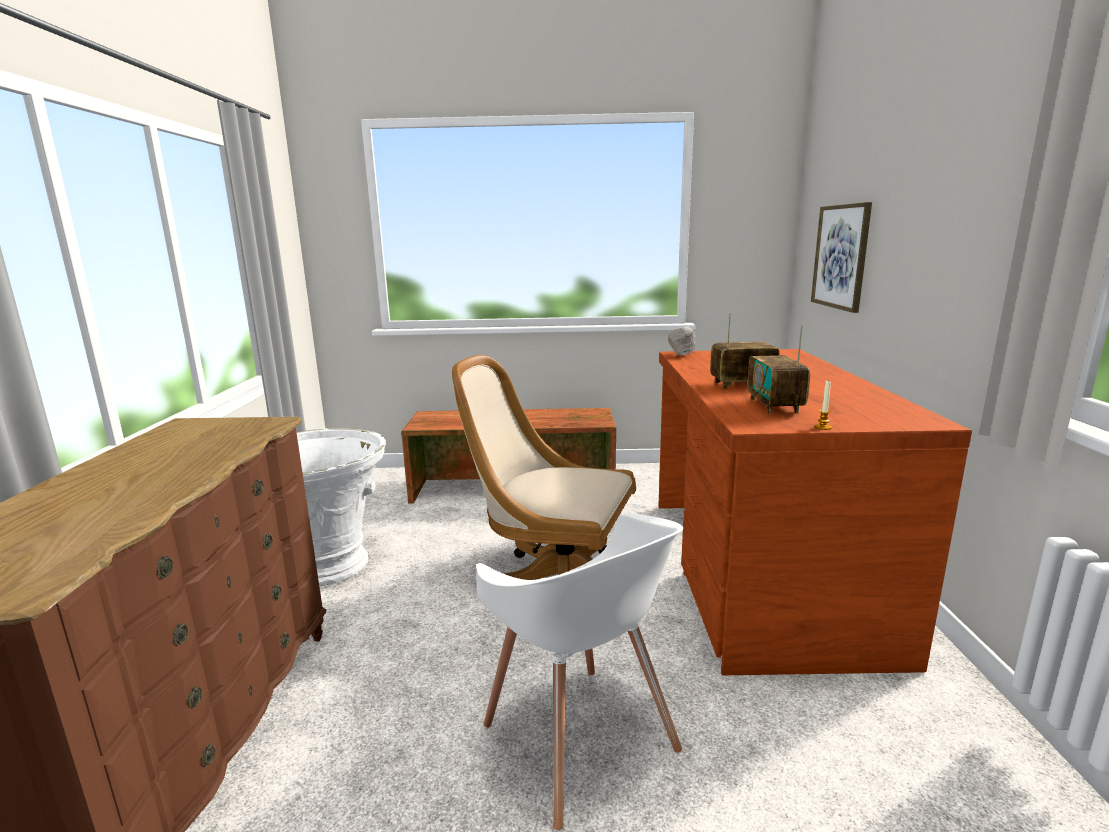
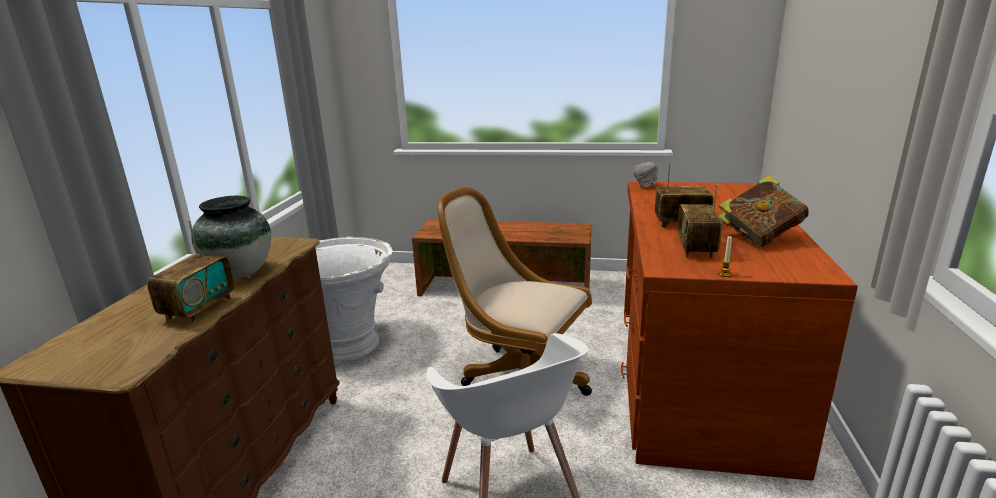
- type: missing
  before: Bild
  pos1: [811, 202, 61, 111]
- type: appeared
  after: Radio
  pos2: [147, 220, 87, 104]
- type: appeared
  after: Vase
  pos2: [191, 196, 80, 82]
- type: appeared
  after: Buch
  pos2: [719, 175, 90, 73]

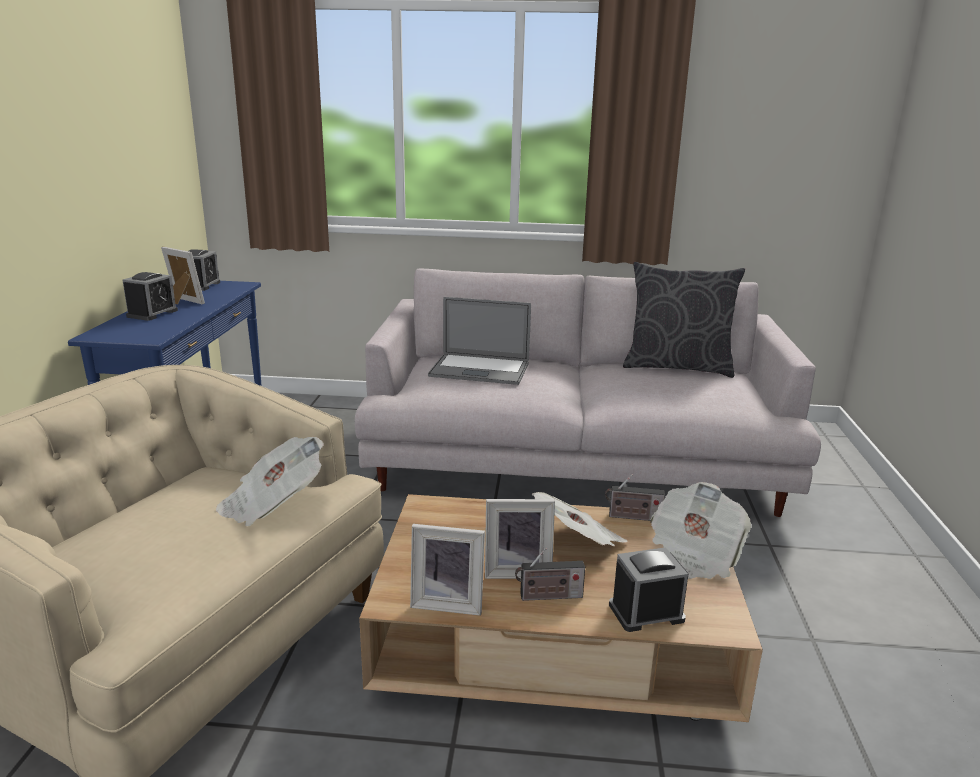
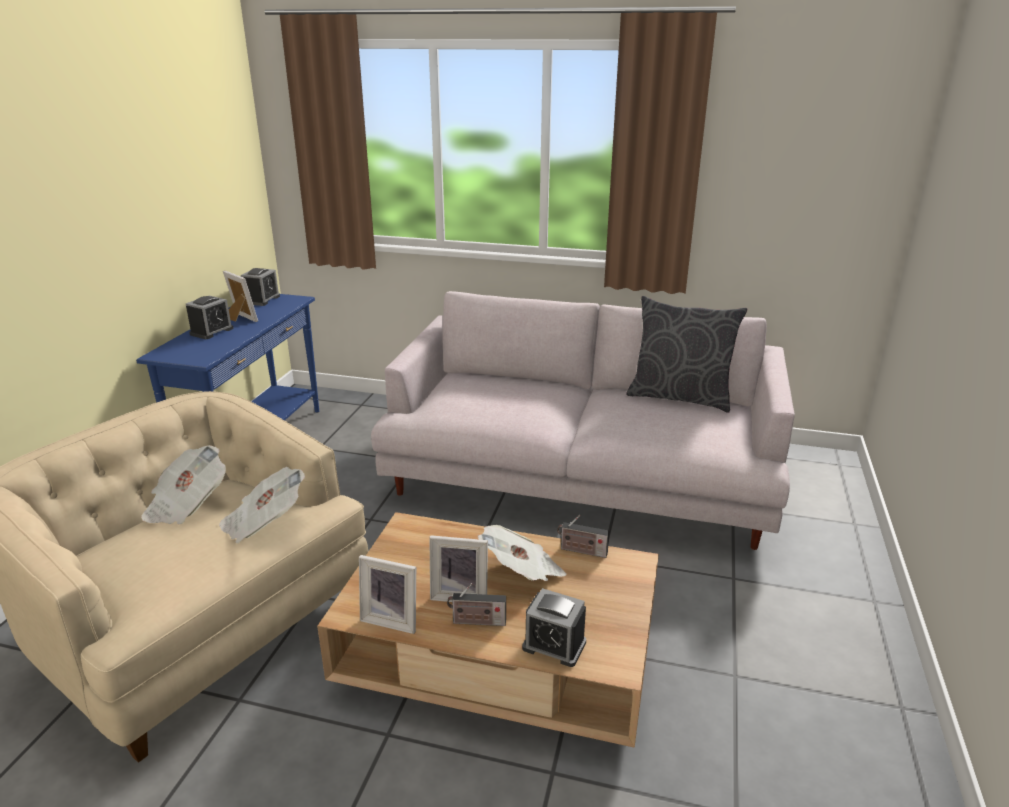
- type: missing
  before: Laptop
  pos1: [428, 297, 103, 88]
- type: spun
  before: Wecker
  pos1: [609, 547, 80, 85]
  pos2: [522, 588, 64, 79]
  turn: -150
- type: relocated
  before: Zeitung
  pos1: [650, 482, 101, 97]
  pos2: [141, 445, 85, 80]

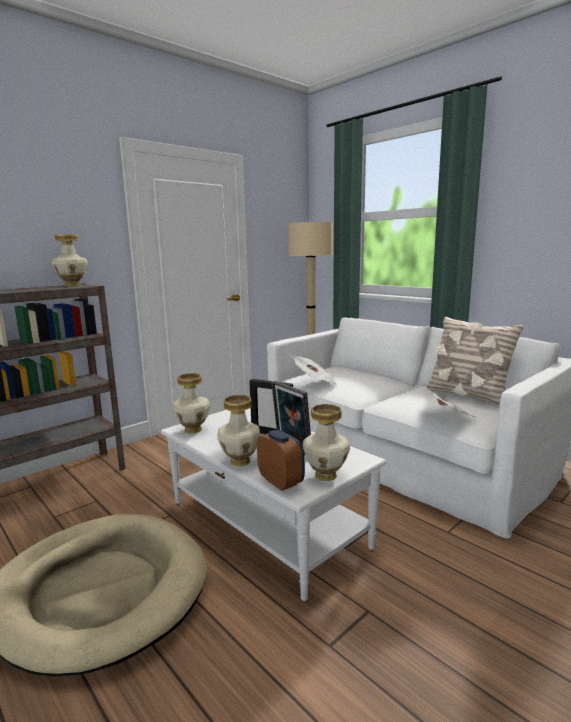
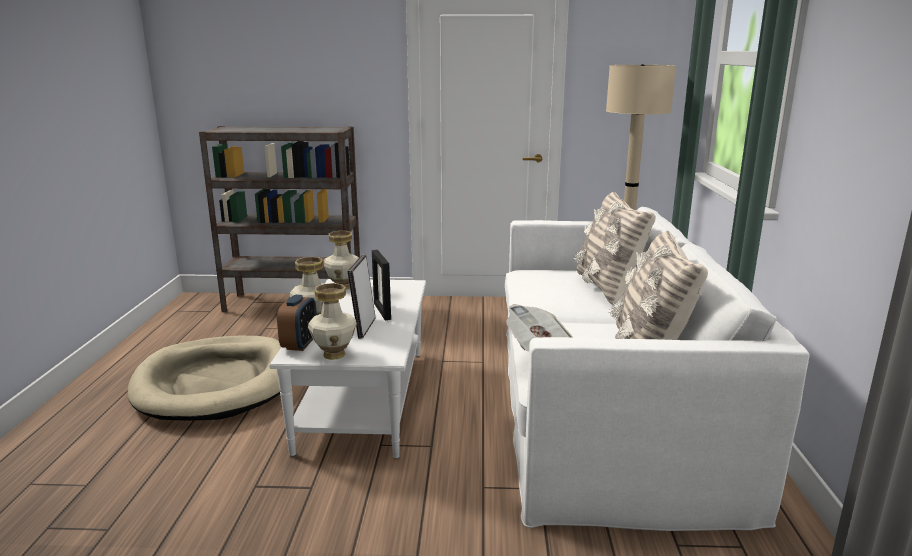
- type: missing
  before: Vase
  pos1: [52, 235, 36, 51]
- type: missing
  before: Zeitung
  pos1: [291, 355, 46, 30]
- type: appeared
  after: Kissen [beige]
  pos2: [574, 192, 82, 113]

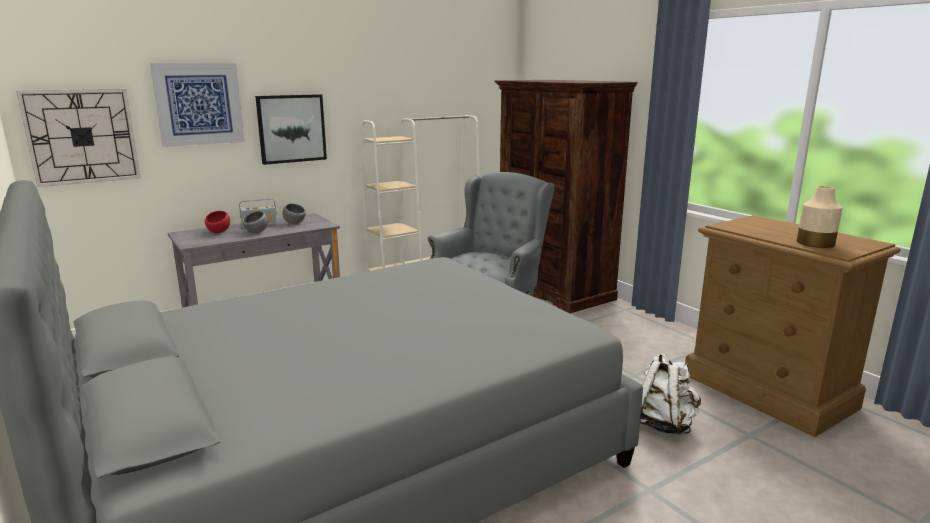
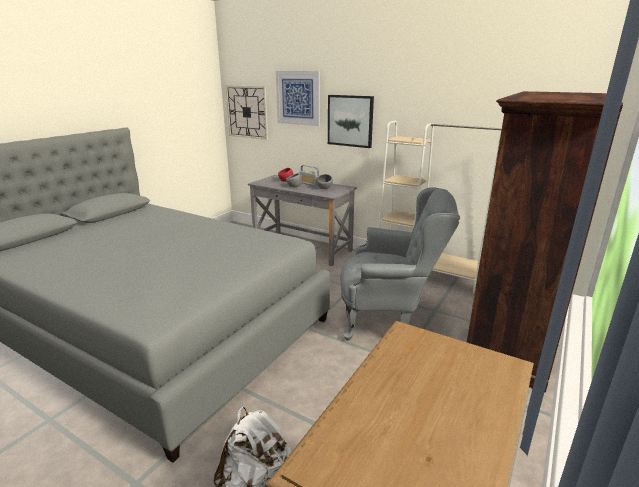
- type: missing
  before: Vase [beige]
  pos1: [797, 186, 46, 62]

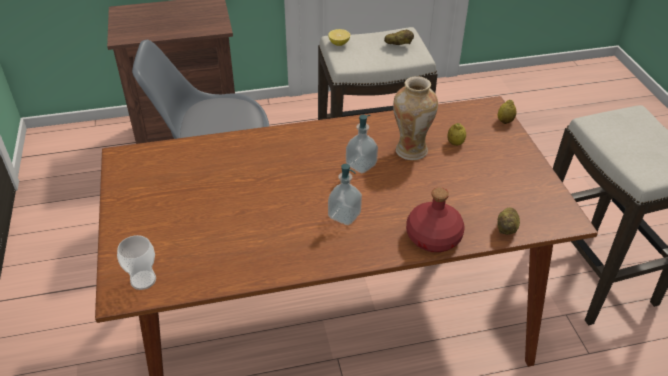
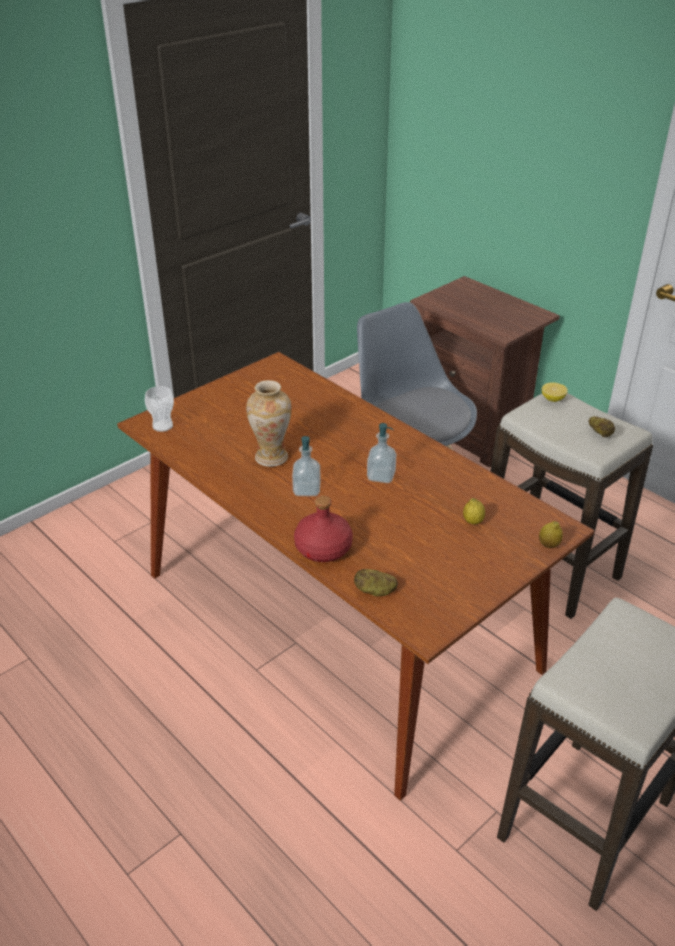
- type: relocated
  before: Vase
  pos1: [393, 76, 45, 84]
  pos2: [246, 380, 46, 87]

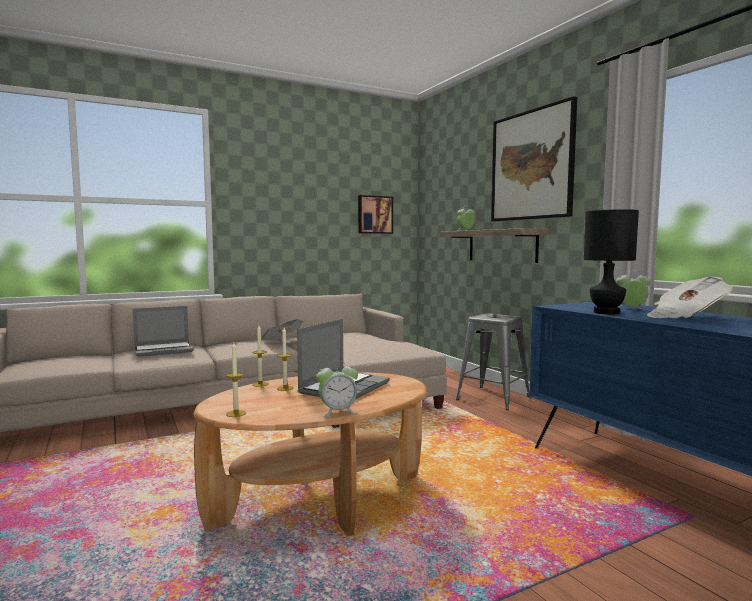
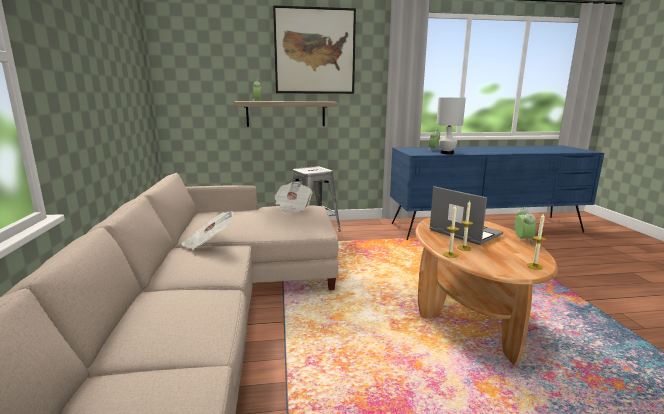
- type: missing
  before: Laptop
  pos1: [133, 306, 61, 51]
- type: missing
  before: Bild
  pos1: [358, 195, 35, 39]
- type: colour
  before: Tischlampe [schwarz]
  after: Tischlampe [weiß]
  pos1: [584, 209, 55, 105]
  pos2: [437, 98, 29, 56]
- type: relocated
  before: Zeitung
  pos1: [647, 276, 86, 42]
  pos2: [274, 182, 39, 32]

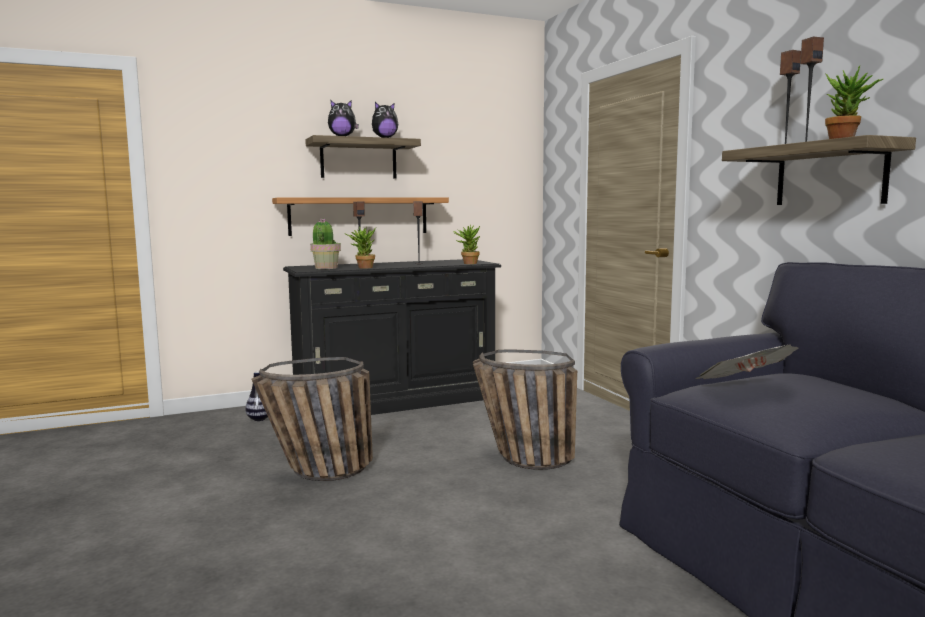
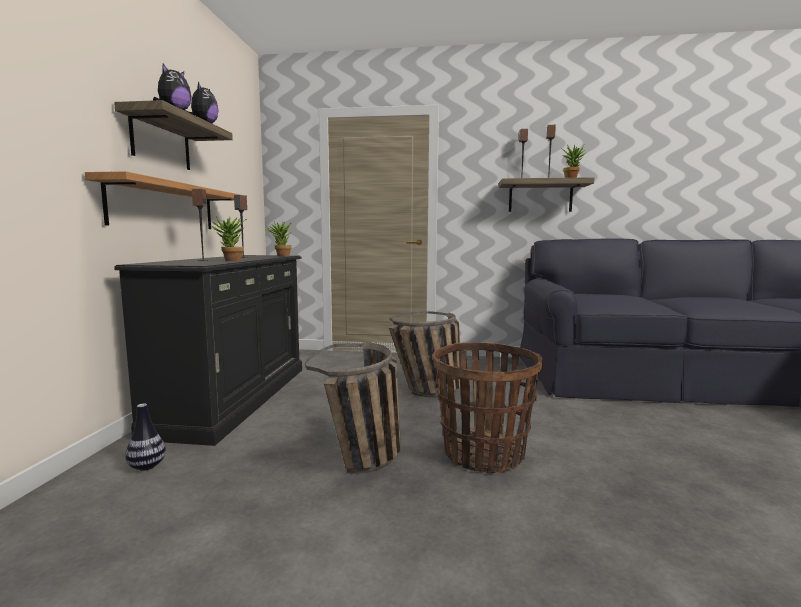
- type: missing
  before: Topfpflanze
  pos1: [310, 219, 31, 50]
- type: missing
  before: Zeitung
  pos1: [695, 344, 104, 35]
- type: appeared
  after: Korb
  pos2: [433, 342, 110, 131]

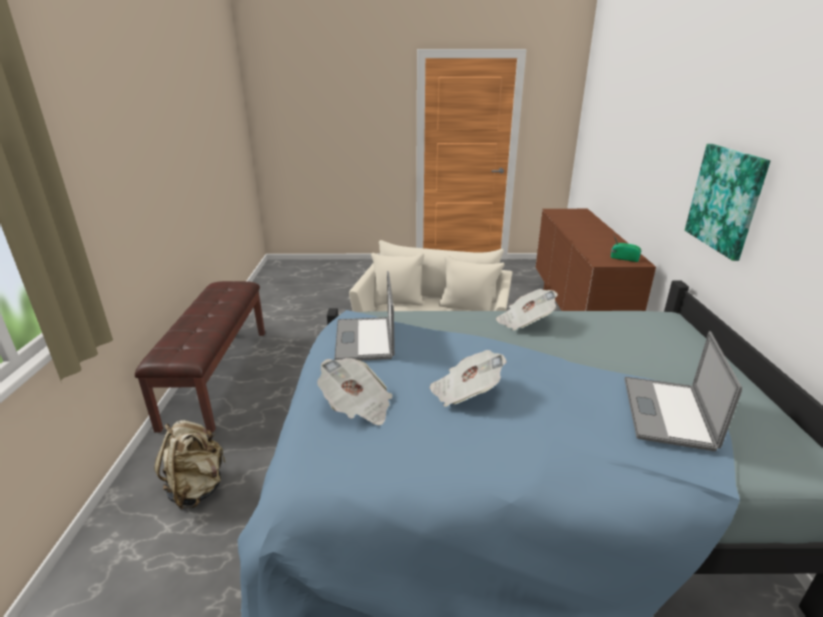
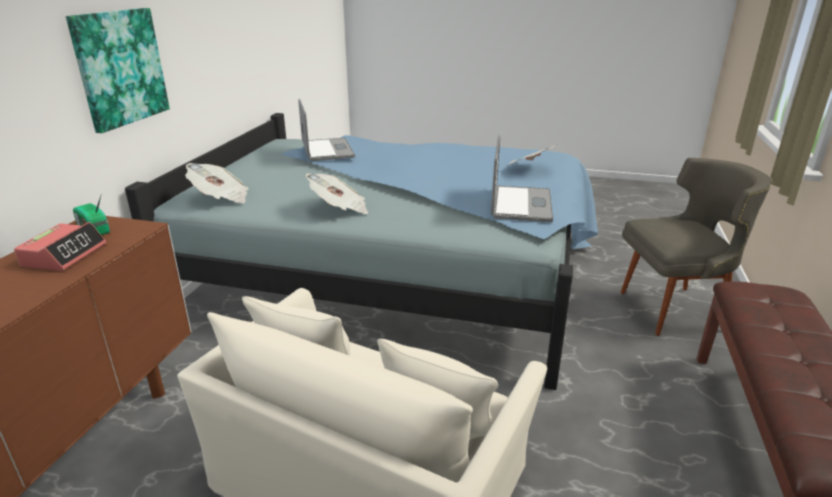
- type: exchanged
  before: Rucksack [beige]
  after: Stuhl [grau]
  pos1: [154, 420, 72, 89]
  pos2: [621, 158, 150, 178]
- type: relocated
  before: Zeitung
  pos1: [430, 350, 77, 57]
  pos2: [185, 163, 64, 40]
- type: spun
  before: Laptop
  pos1: [624, 331, 118, 120]
  pos2: [298, 99, 57, 62]
  turn: -45
- type: appeared
  after: Wecker
  pos2: [14, 222, 92, 49]

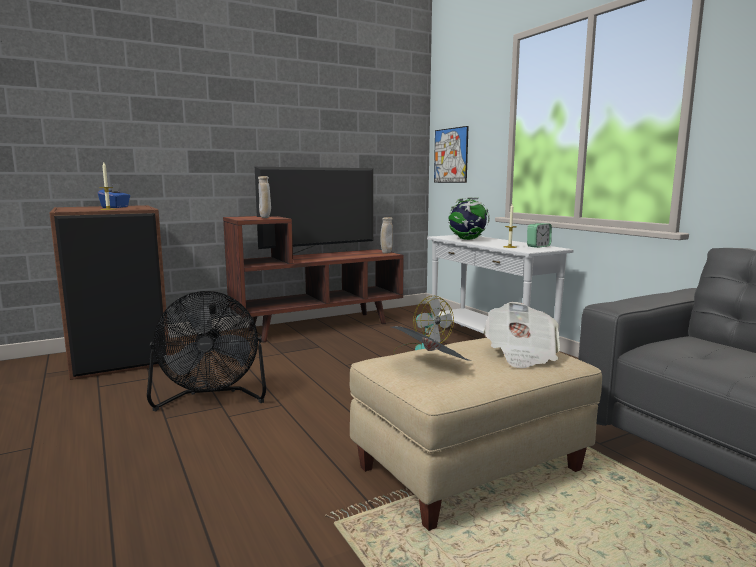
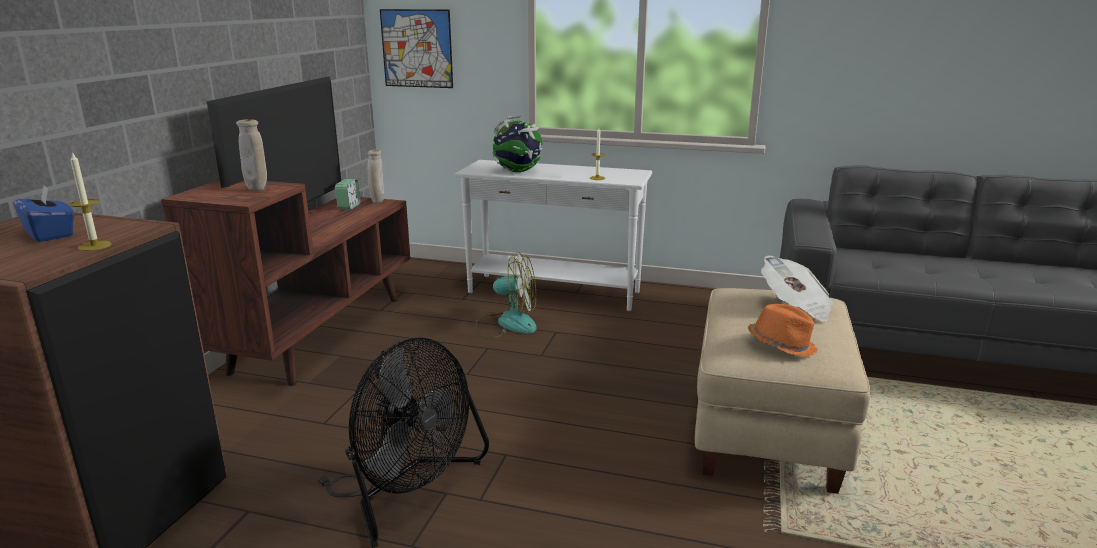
- type: exchanged
  before: Zeitung
  after: Hut [orange]
  pos1: [391, 326, 82, 35]
  pos2: [748, 304, 70, 53]
- type: relocated
  before: Wecker
  pos1: [527, 223, 25, 25]
  pos2: [335, 179, 26, 31]

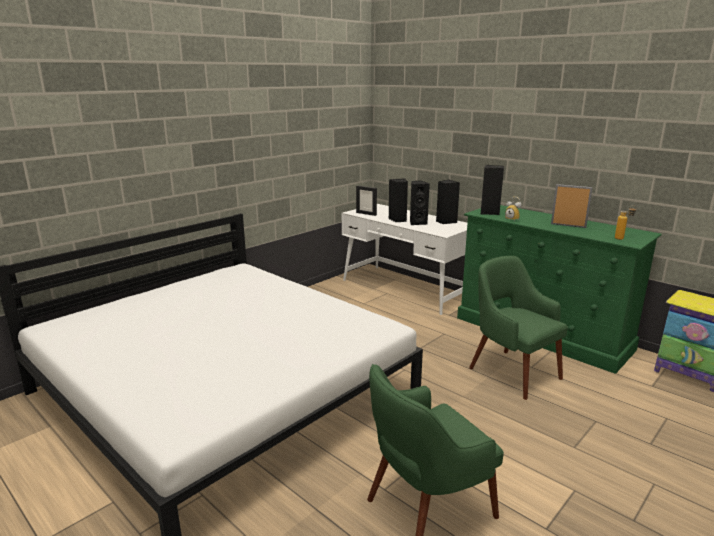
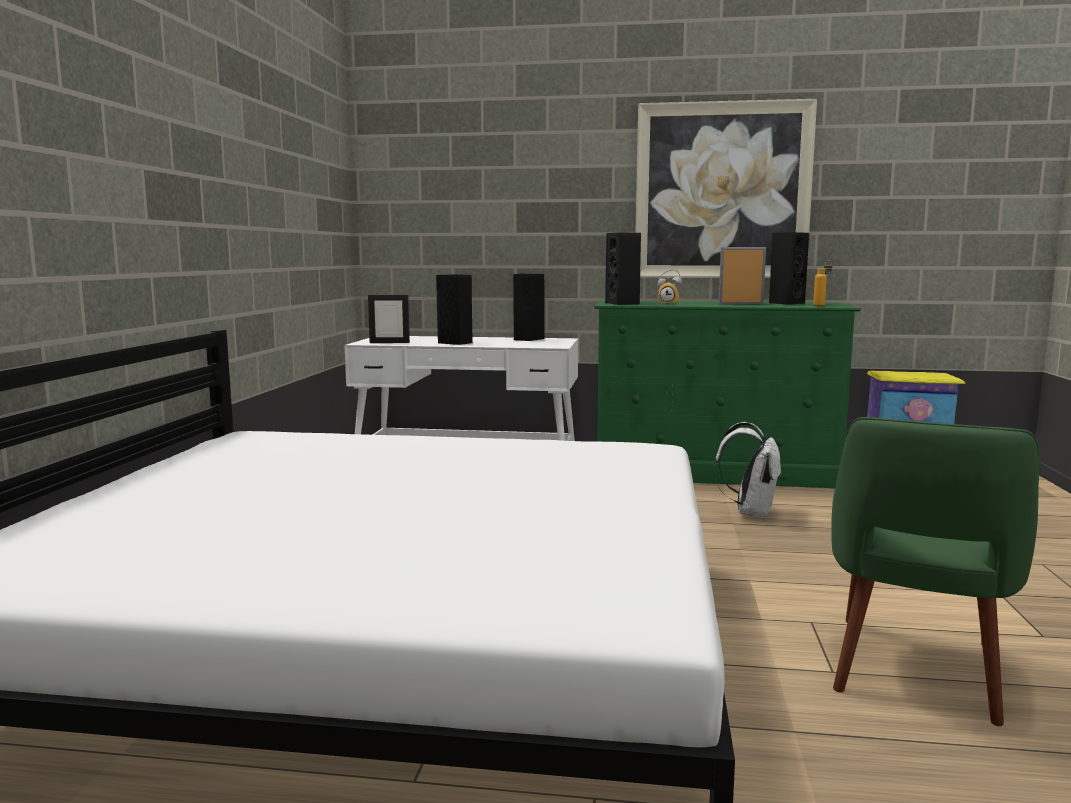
- type: relocated
  before: Lautsprecher [schwarz]
  pos1: [410, 181, 20, 44]
  pos2: [769, 232, 40, 73]
- type: exchanged
  before: Sessel [grün]
  after: Rucksack [weiß]
  pos1: [469, 256, 99, 144]
  pos2: [713, 422, 69, 97]
- type: appeared
  after: Bild
  pos2: [635, 99, 182, 179]

